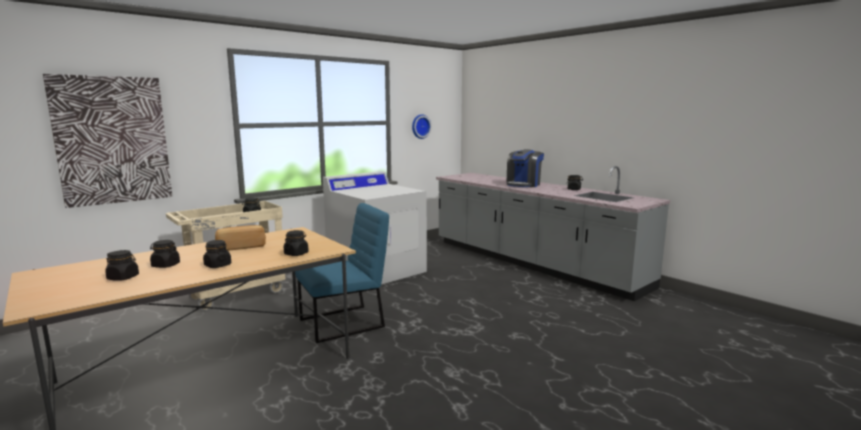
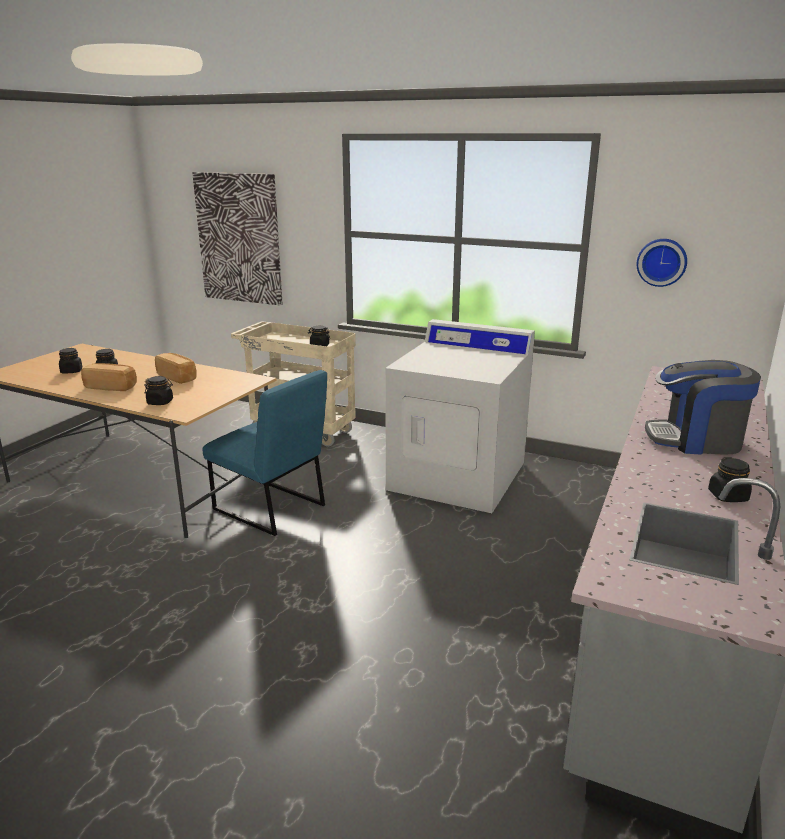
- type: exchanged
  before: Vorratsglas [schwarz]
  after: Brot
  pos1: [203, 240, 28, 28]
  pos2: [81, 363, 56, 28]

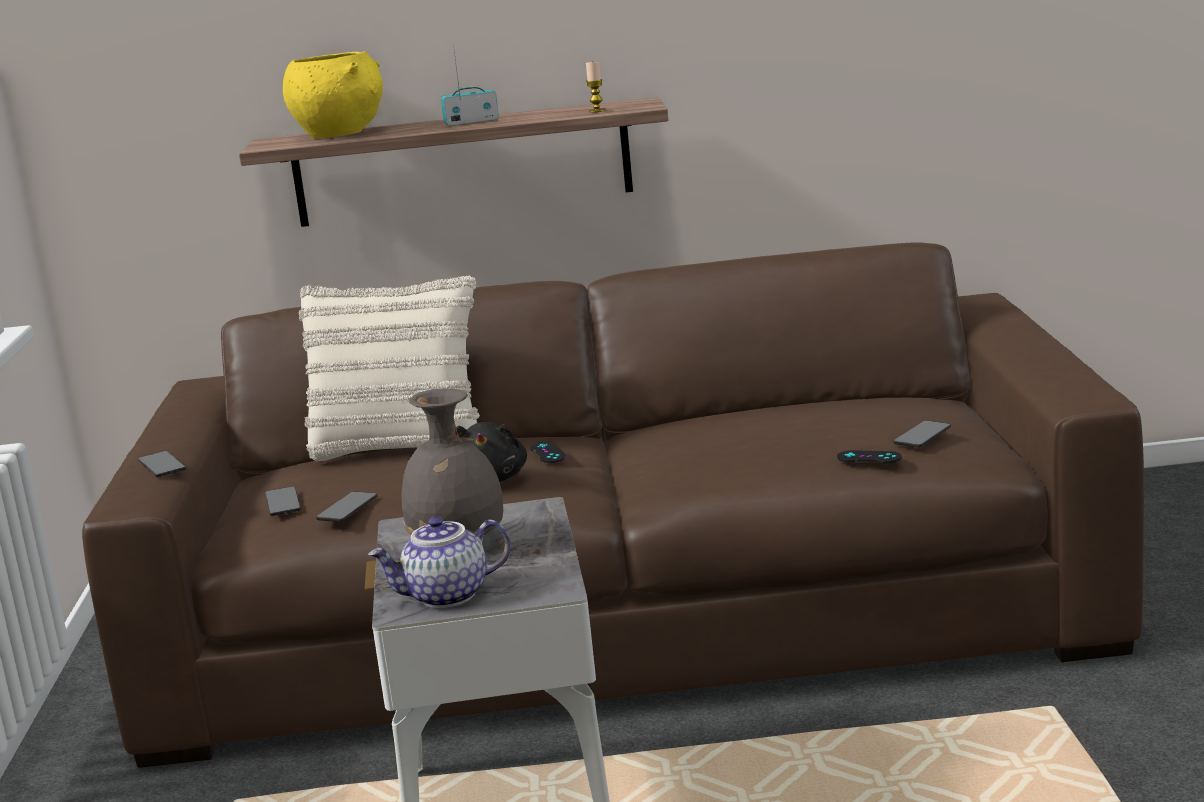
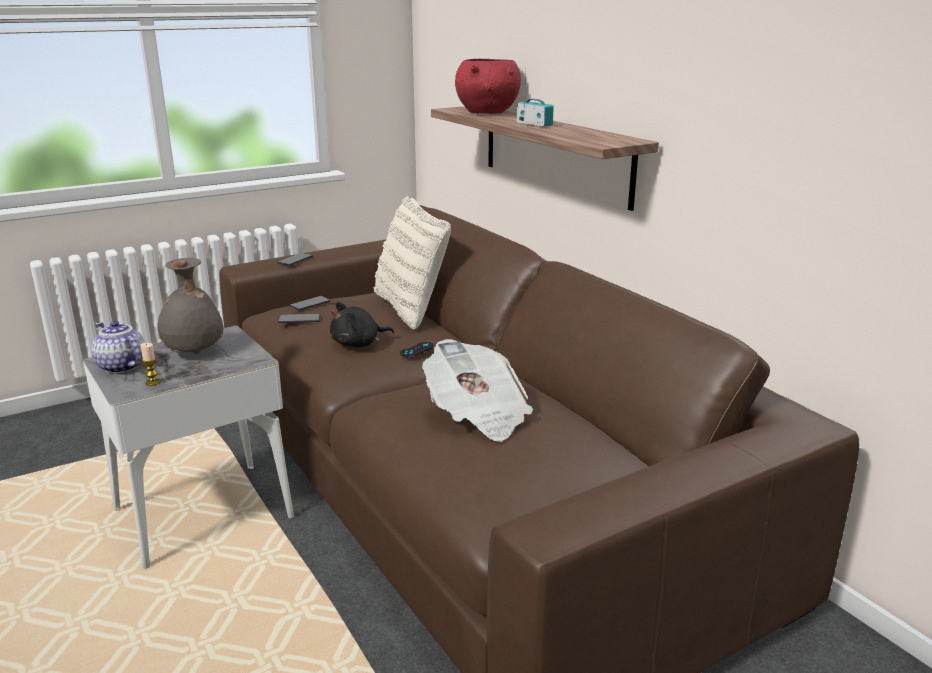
- type: colour
  before: Schüssel [gelb]
  after: Schüssel [rot]
  pos1: [283, 51, 100, 88]
  pos2: [455, 59, 66, 55]
- type: relocated
  before: Kerze
  pos1: [586, 61, 19, 52]
  pos2: [140, 343, 20, 43]
- type: missing
  before: Gamepad [schwarz]
  pos1: [837, 450, 65, 13]
- type: missing
  before: Handy
  pos1: [893, 420, 58, 28]
- type: appeared
  after: Zeitung
  pos2: [422, 339, 111, 103]

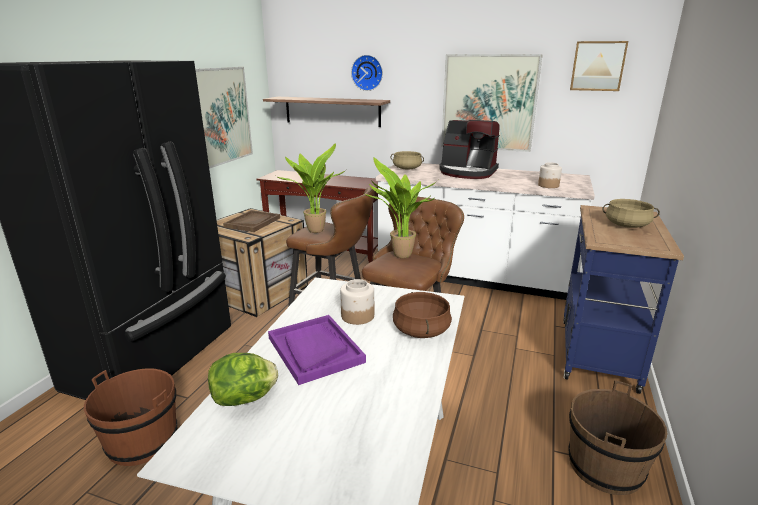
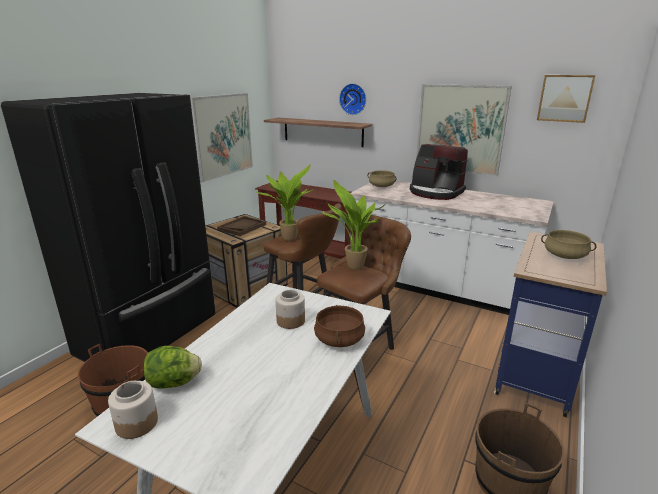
- type: missing
  before: Tablett [lila]
  pos1: [268, 315, 98, 70]
- type: relocated
  before: Vorratsglas
  pos1: [538, 162, 24, 26]
  pos2: [108, 381, 50, 58]

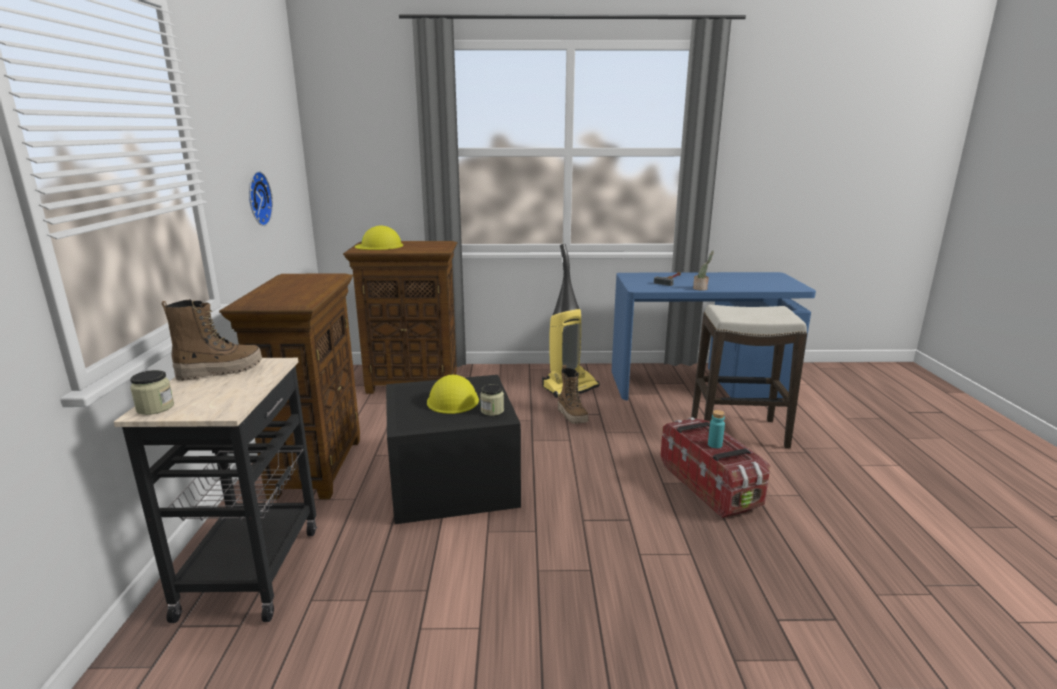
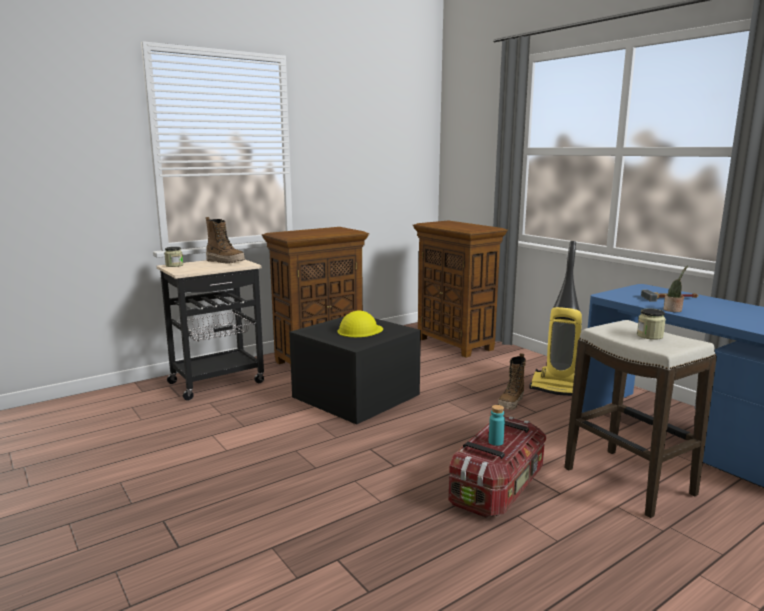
- type: missing
  before: Wanduhr
  pos1: [249, 171, 24, 55]
- type: missing
  before: Schutzhelm [gelb]
  pos1: [355, 226, 48, 24]
- type: relocated
  before: Vorratsglas
  pos1: [480, 384, 24, 32]
  pos2: [637, 308, 29, 32]

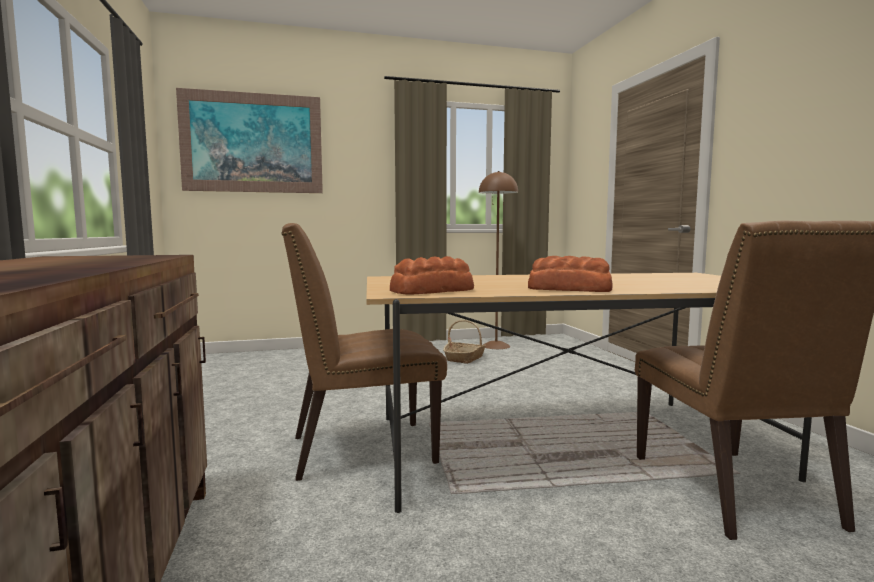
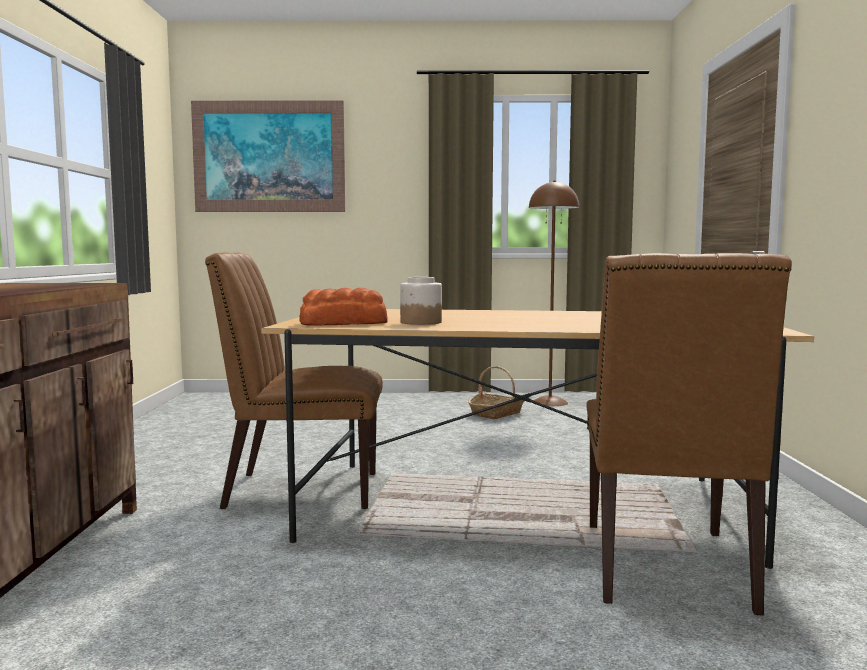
- type: missing
  before: Brot
  pos1: [528, 256, 85, 36]
- type: appeared
  after: Vorratsglas
  pos2: [400, 277, 42, 48]

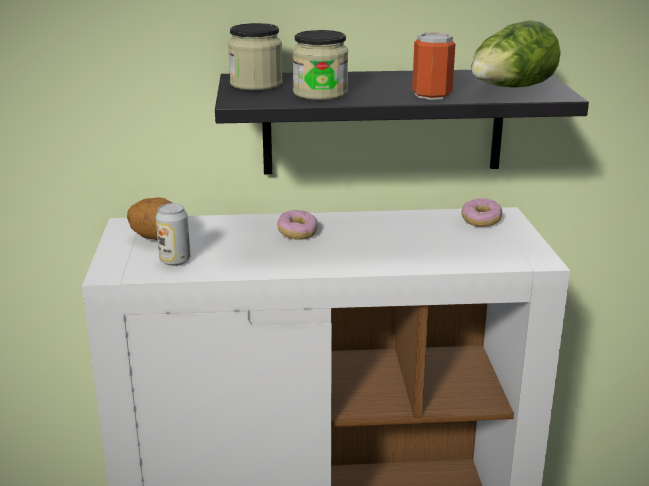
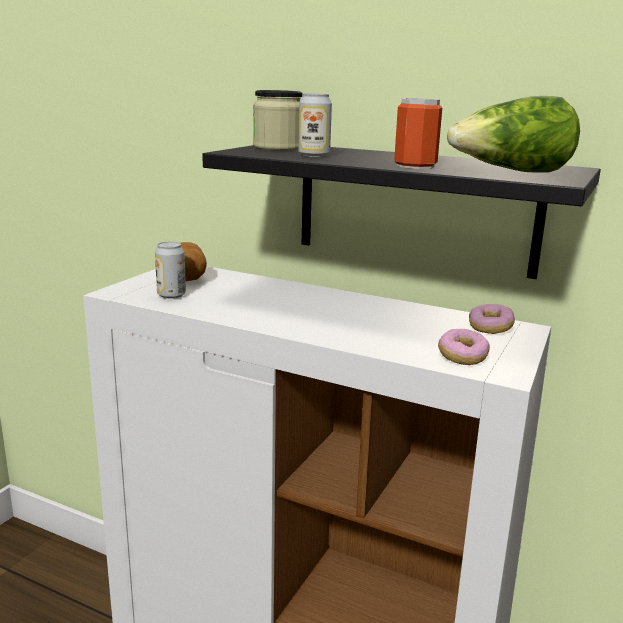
- type: relocated
  before: Donut
  pos1: [277, 210, 41, 30]
  pos2: [438, 329, 52, 36]
- type: exchanged
  before: Vorratsglas
  after: Dose
  pos1: [292, 30, 56, 70]
  pos2: [298, 93, 34, 64]

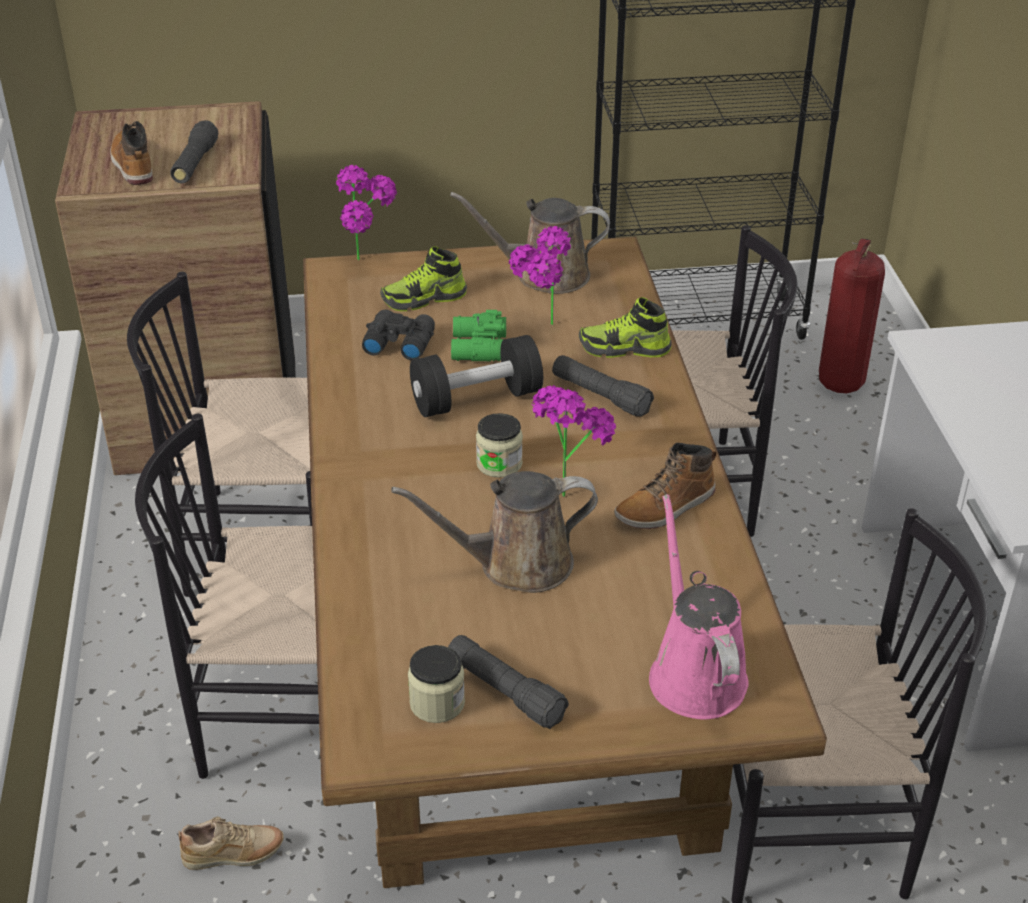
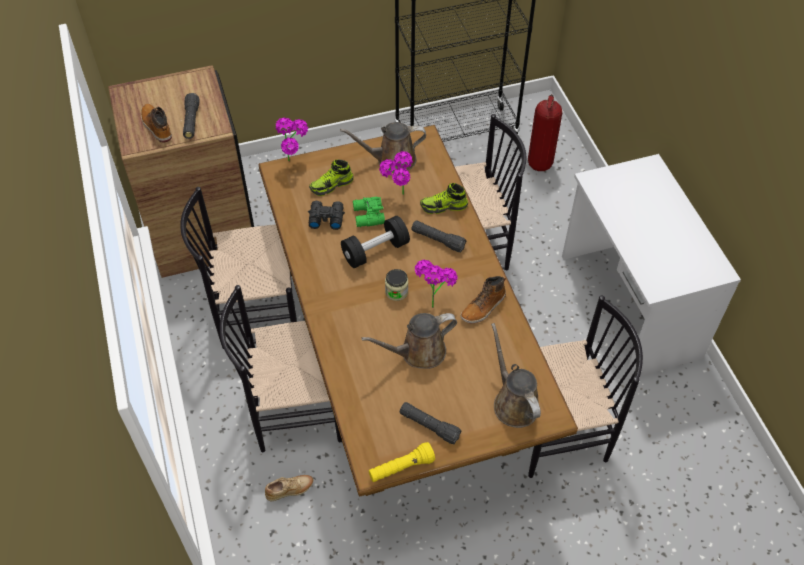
- type: missing
  before: Vorratsglas
  pos1: [408, 645, 57, 78]
- type: colour
  before: Gießkanne [rosa]
  after: Gießkanne [braun]
  pos1: [649, 494, 100, 225]
  pos2: [491, 323, 50, 105]
- type: appeared
  after: Taschenlampe [gelb]
  pos2: [369, 442, 66, 40]

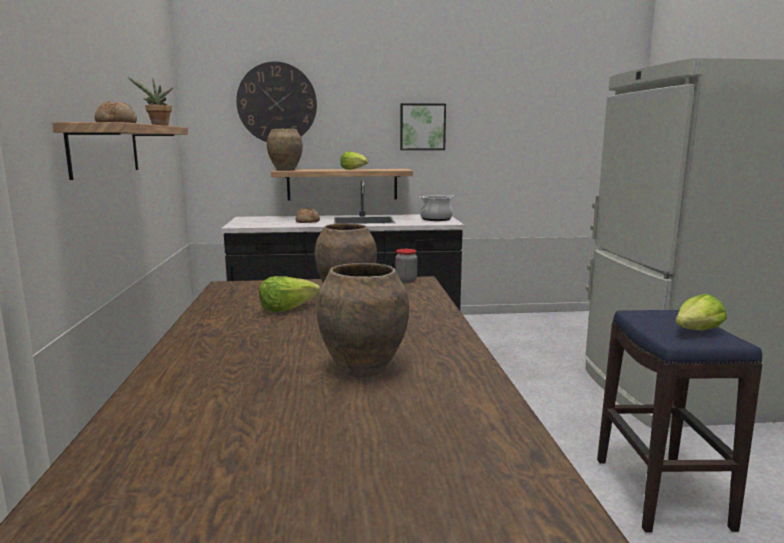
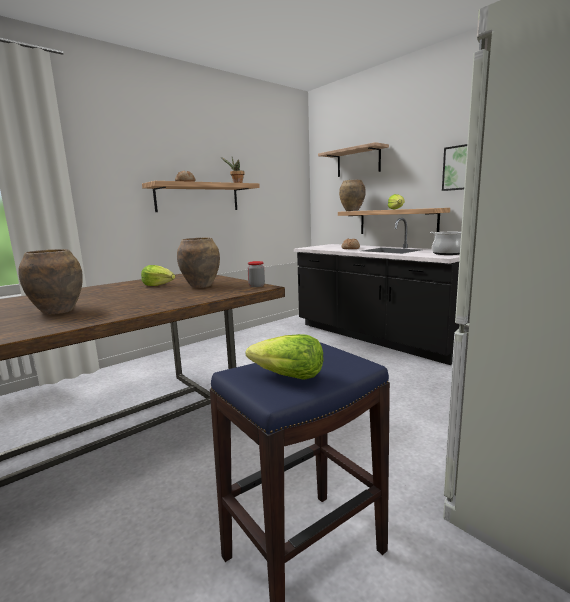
- type: exchanged
  before: Wanduhr
  after: Wandregal
  pos1: [236, 62, 81, 80]
  pos2: [318, 142, 71, 35]

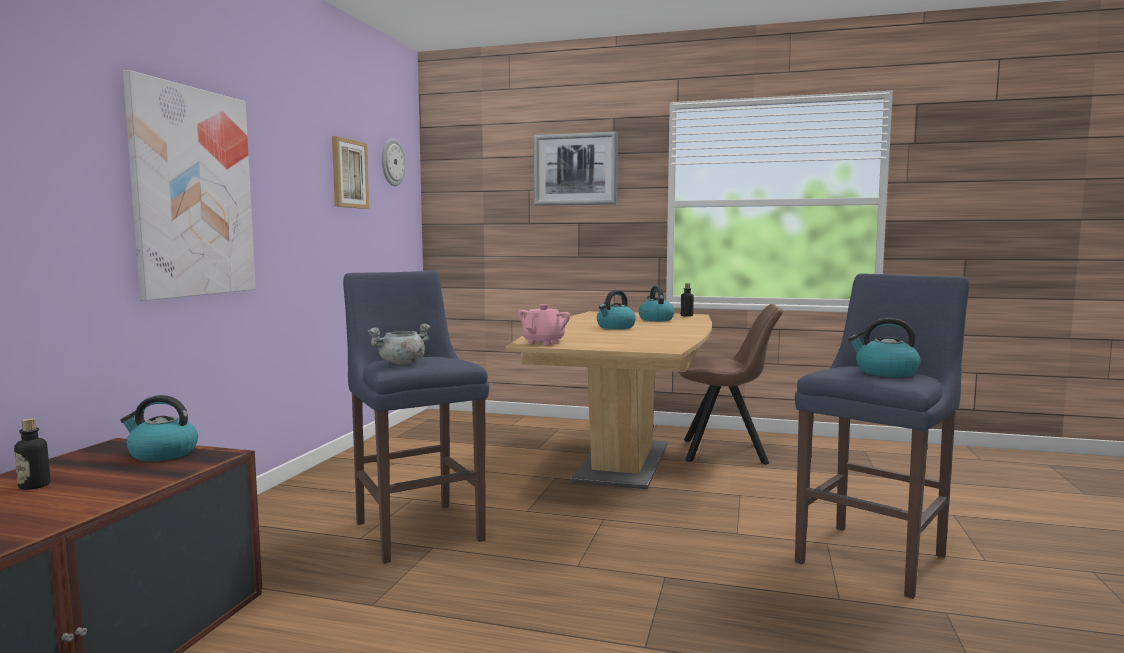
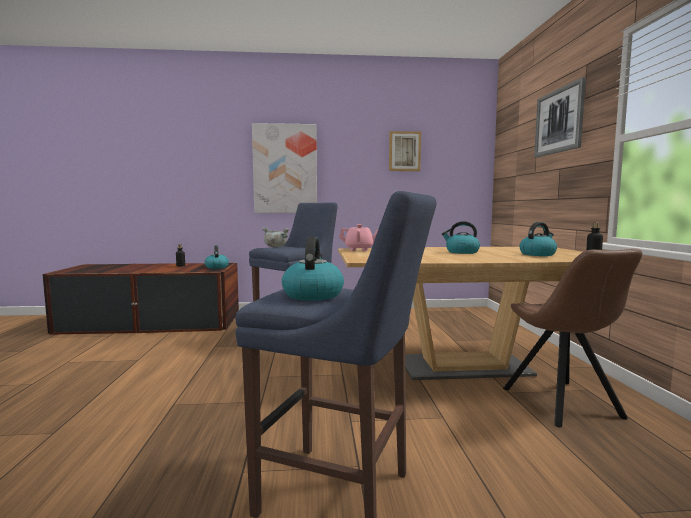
- type: missing
  before: Wanduhr
  pos1: [382, 138, 24, 48]

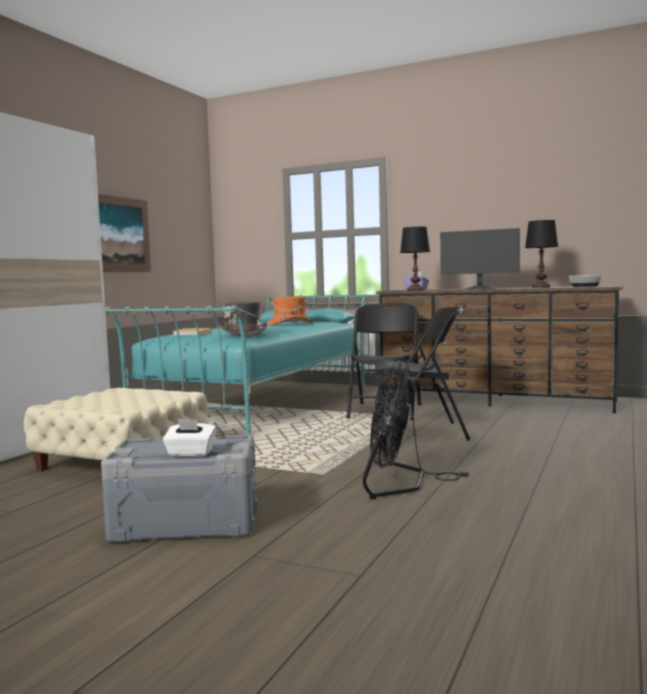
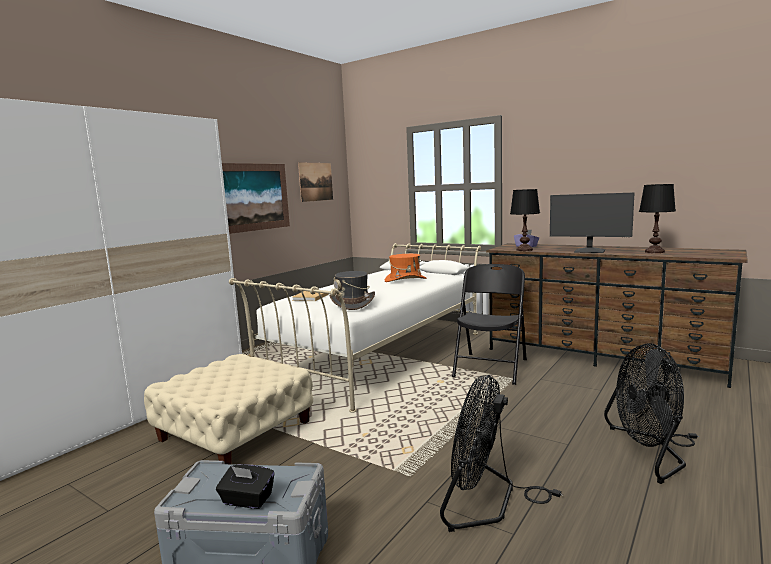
- type: colour
  before: Bett [türkis]
  after: Bett [weiß]
  pos1: [105, 294, 263, 141]
  pos2: [229, 243, 252, 170]
- type: colour
  before: Taschentuchbox [weiß]
  after: Taschentuchbox [schwarz]
  pos1: [163, 419, 53, 38]
  pos2: [216, 464, 58, 45]
- type: missing
  before: Stuhl [schwarz]
  pos1: [375, 307, 95, 137]
- type: missing
  before: Schüssel
  pos1: [569, 275, 32, 12]
- type: appeared
  after: Bild
  pos2: [298, 162, 35, 40]
- type: appeared
  after: Ventilator [schwarz]
  pos2: [604, 343, 94, 141]

